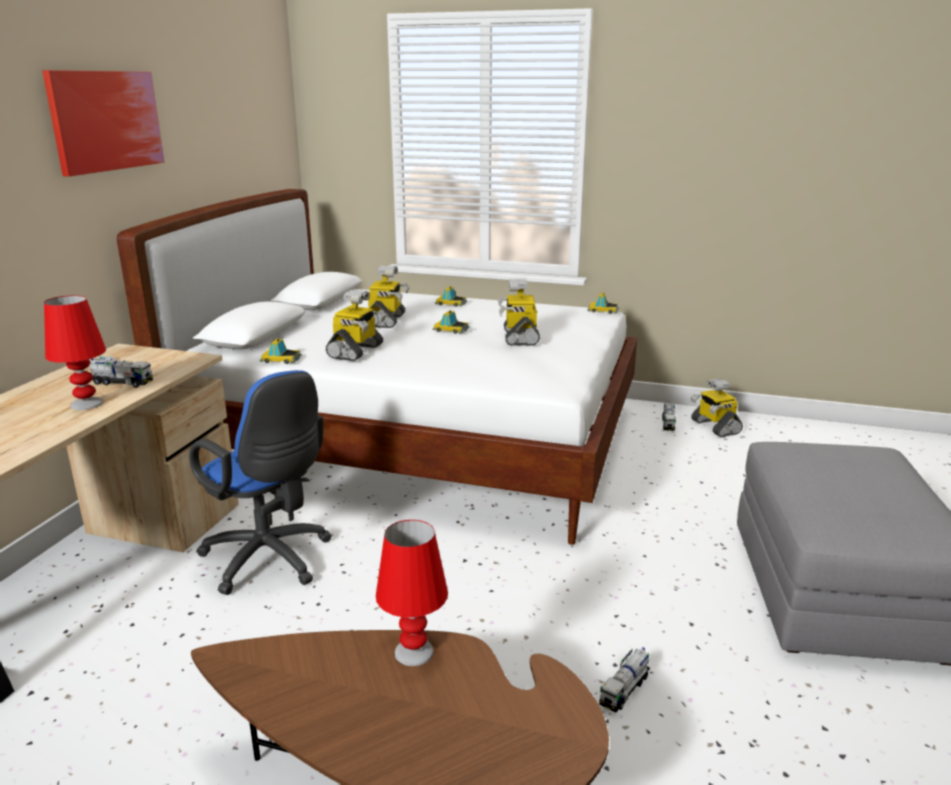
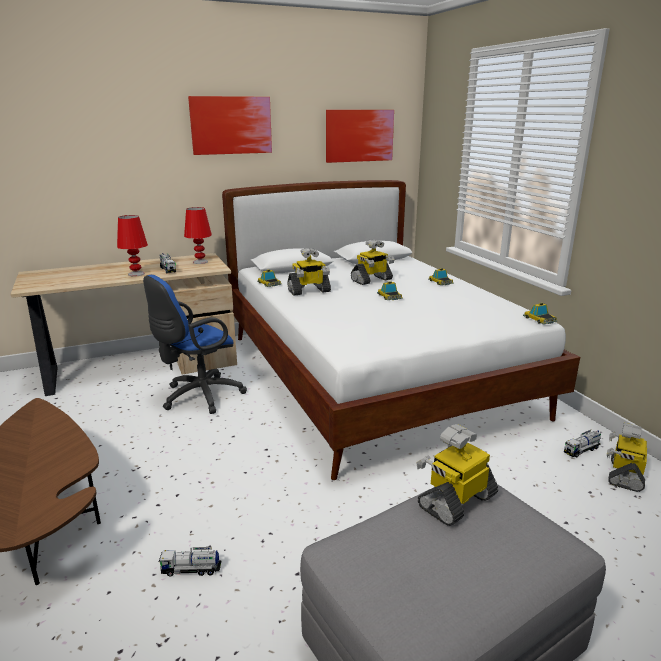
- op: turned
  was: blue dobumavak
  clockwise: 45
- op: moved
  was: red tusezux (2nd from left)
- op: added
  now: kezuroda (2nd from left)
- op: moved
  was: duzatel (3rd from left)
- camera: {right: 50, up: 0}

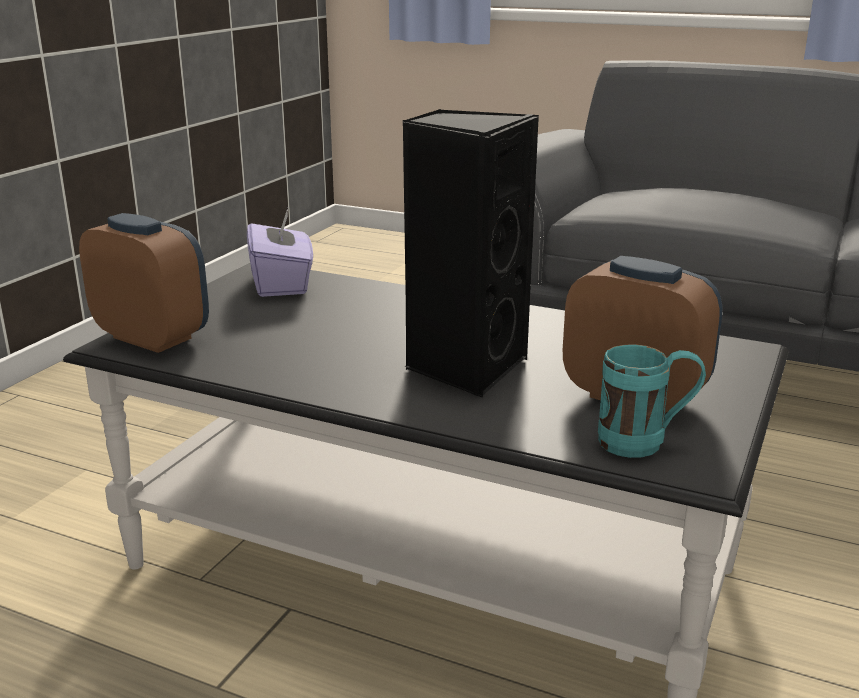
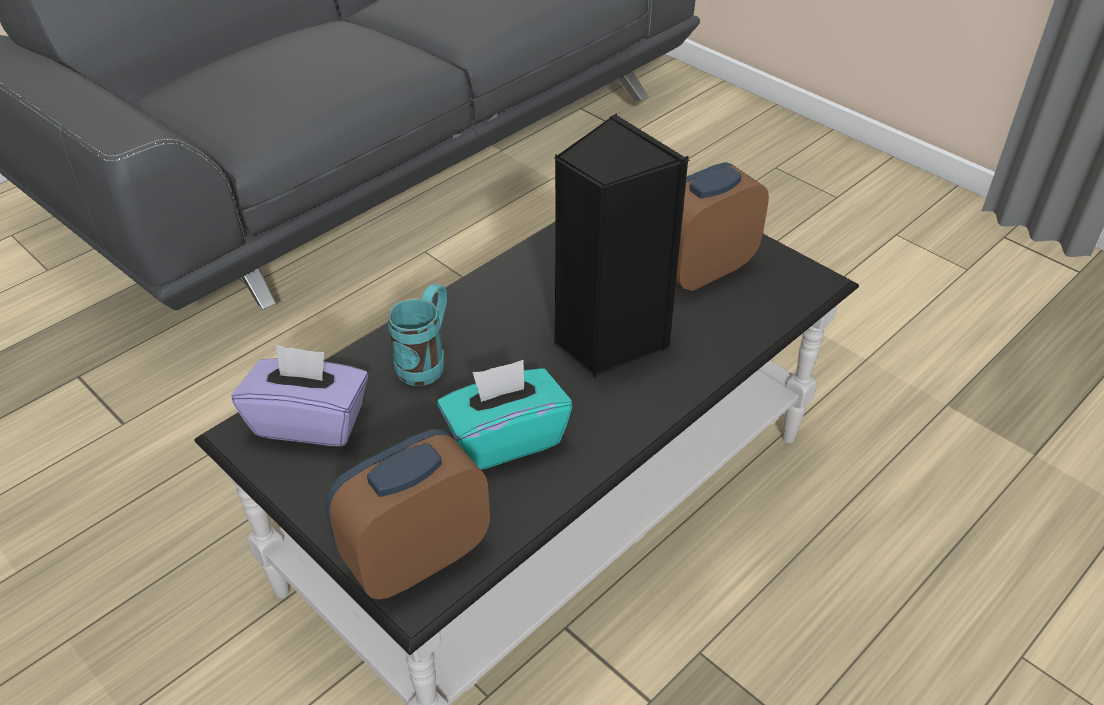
- op: moved
  was: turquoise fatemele
- op: added
  now: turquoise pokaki
- camera: {right: -70, up: 20}

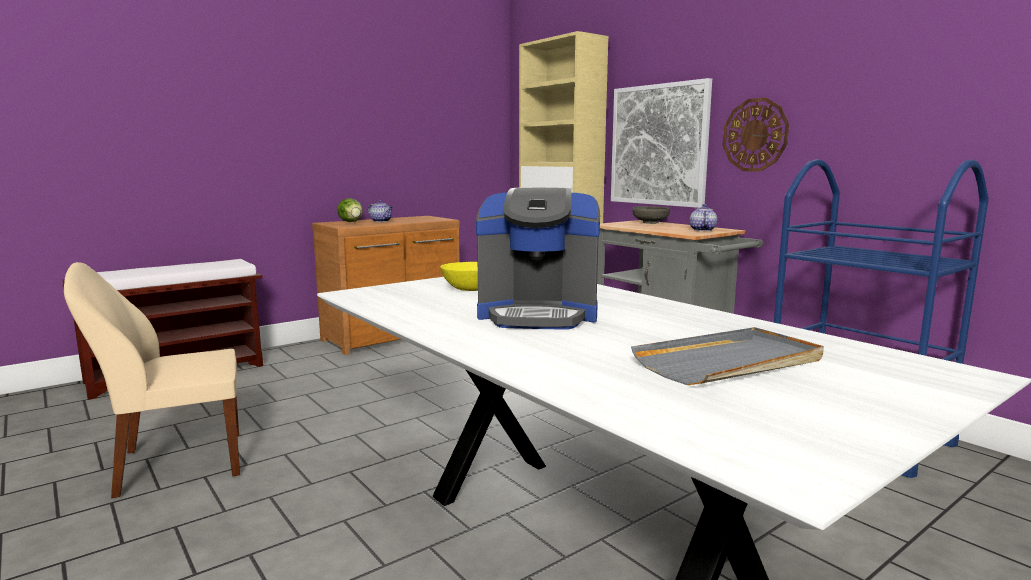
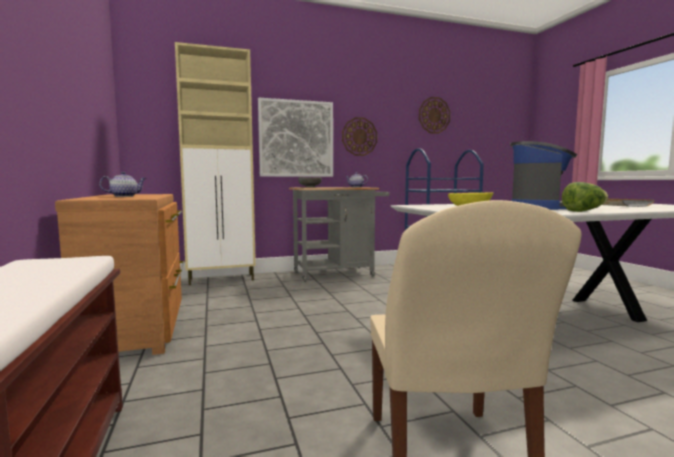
- op: added
  now: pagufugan (2nd from left)
- op: moved
  was: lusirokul
- camera: {right: -70, up: -5}

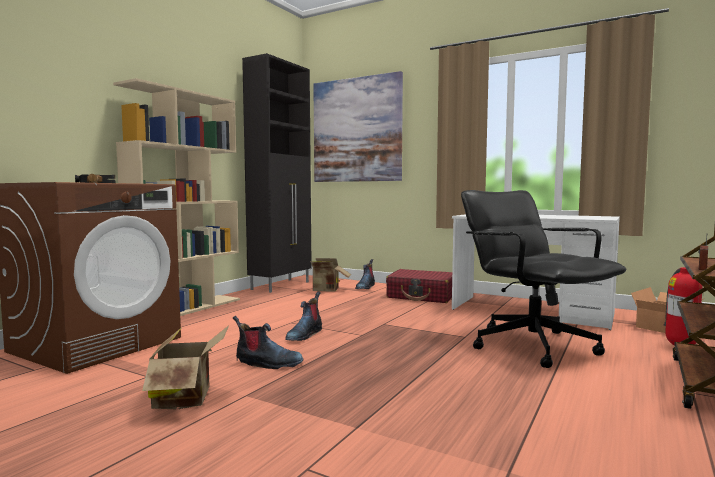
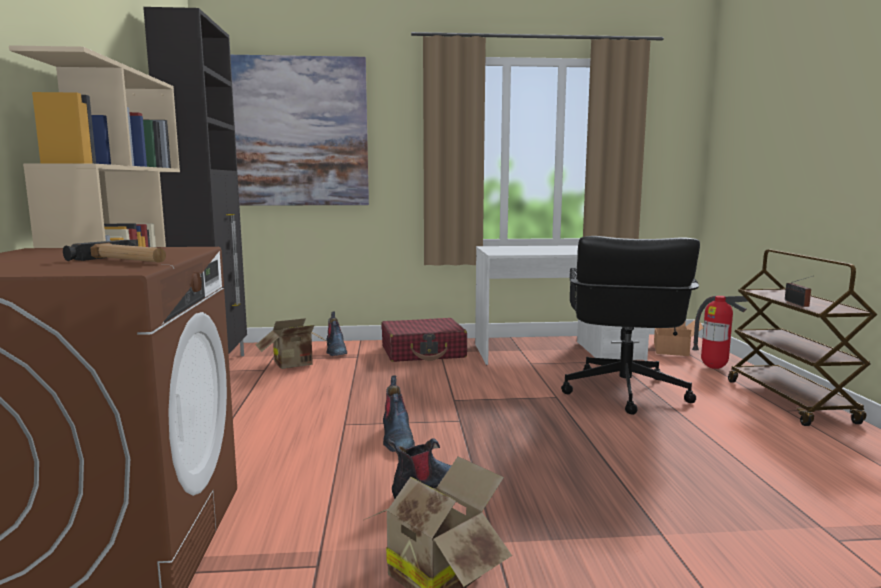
- op: turned
  was: black dobumavak
  clockwise: -105
- camera: {right: -35, up: 5}

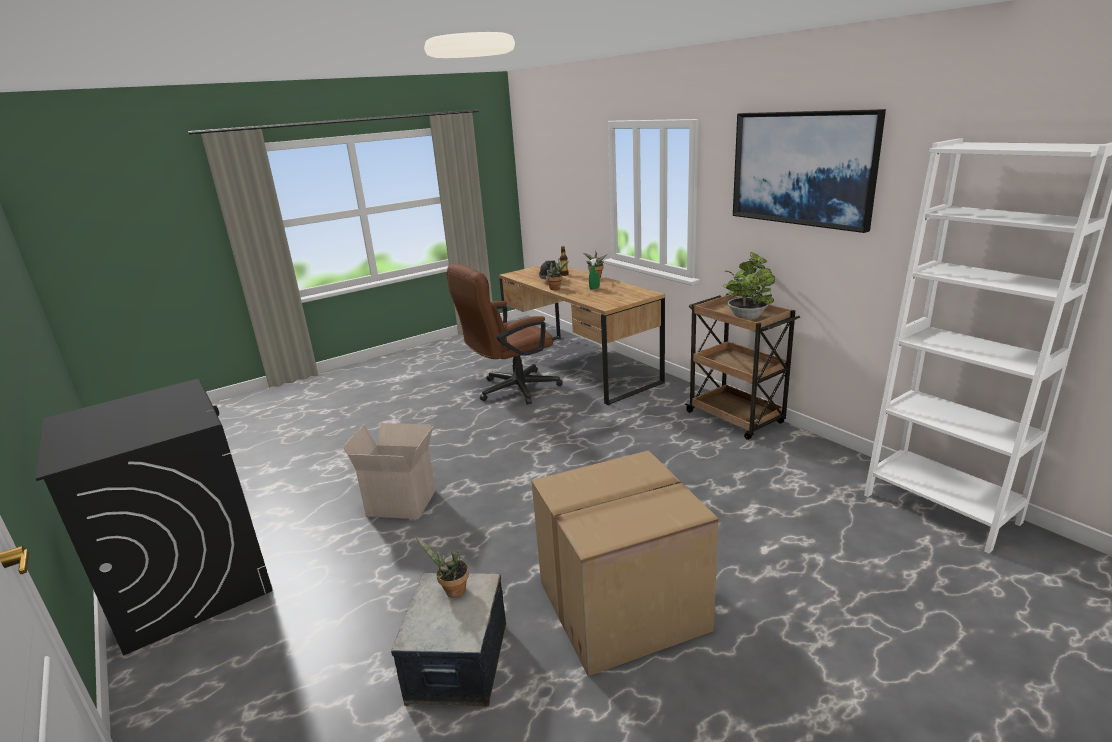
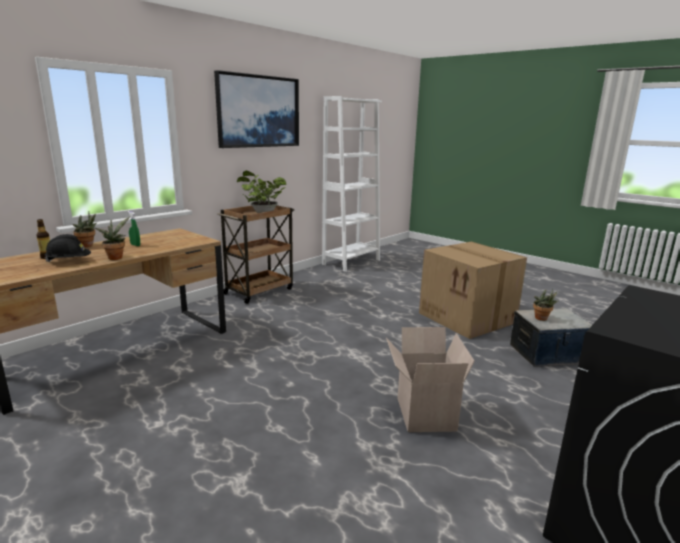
- op: removed
  was: brown dobumavak
- camera: {right: -105, up: -5}

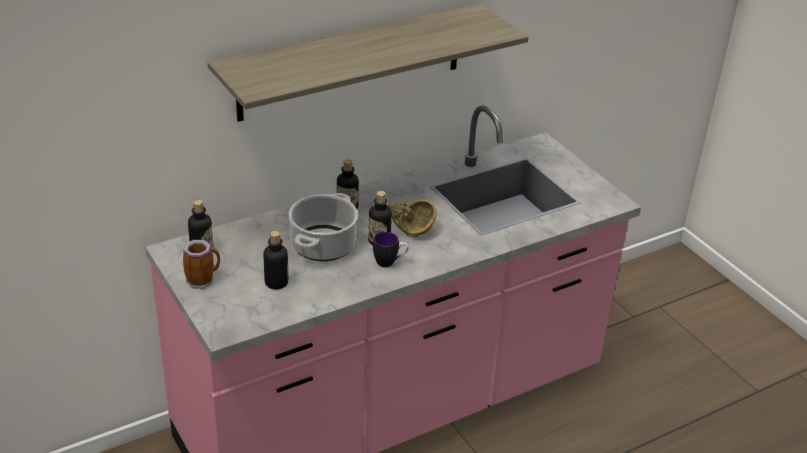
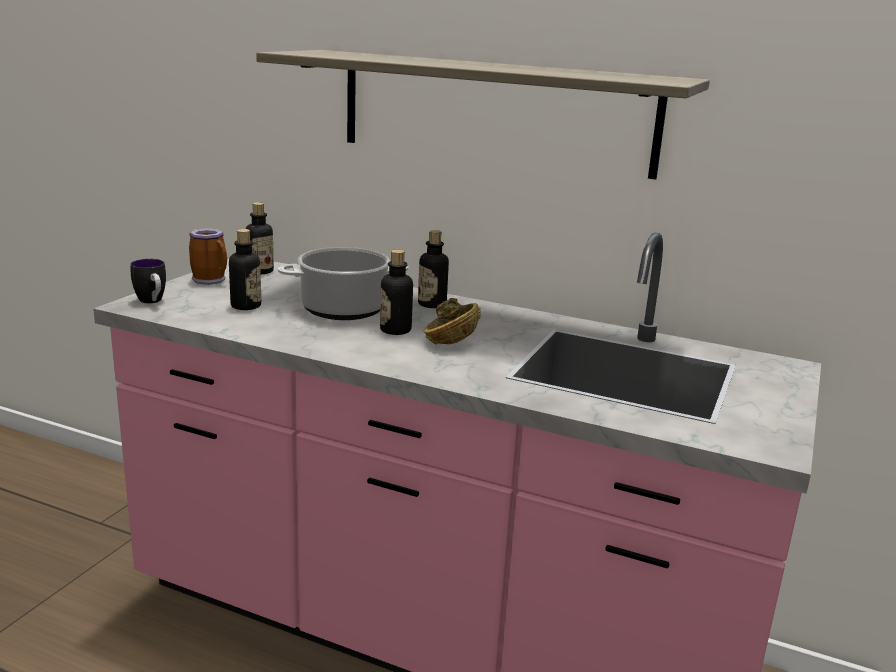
- op: moved
  was: fatemele (2nd from left in the first image)
  now: fatemele (1st from left)
- camera: {right: 55, up: -15}

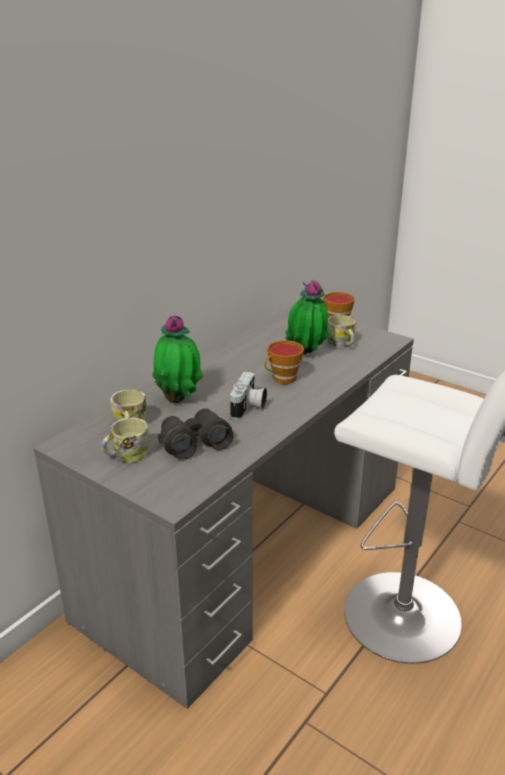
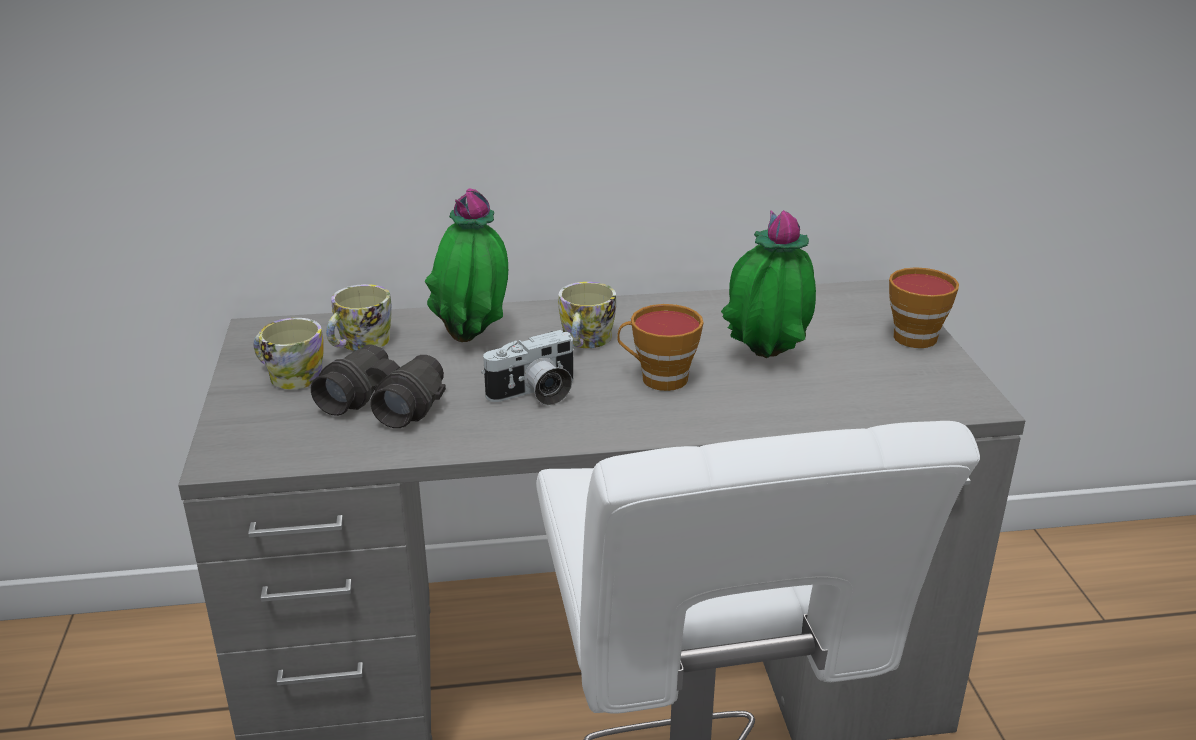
- op: moved
  was: fatemele (3rd from left)
- camera: {right: 45, up: 0}

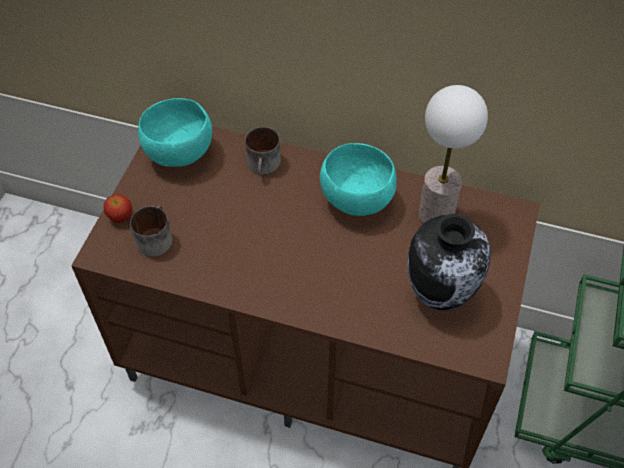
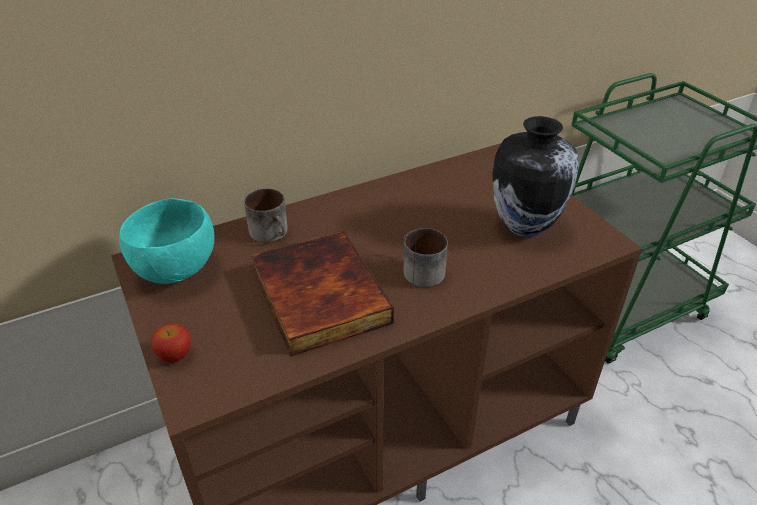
- op: added
  now: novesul
- op: moved
  was: fatemele (1st from left in the first image)
  now: fatemele (2nd from left)
- op: removed
  was: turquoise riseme (2nd from left)
- op: removed
  was: tusezux
- camera: {right: -45, up: -15}

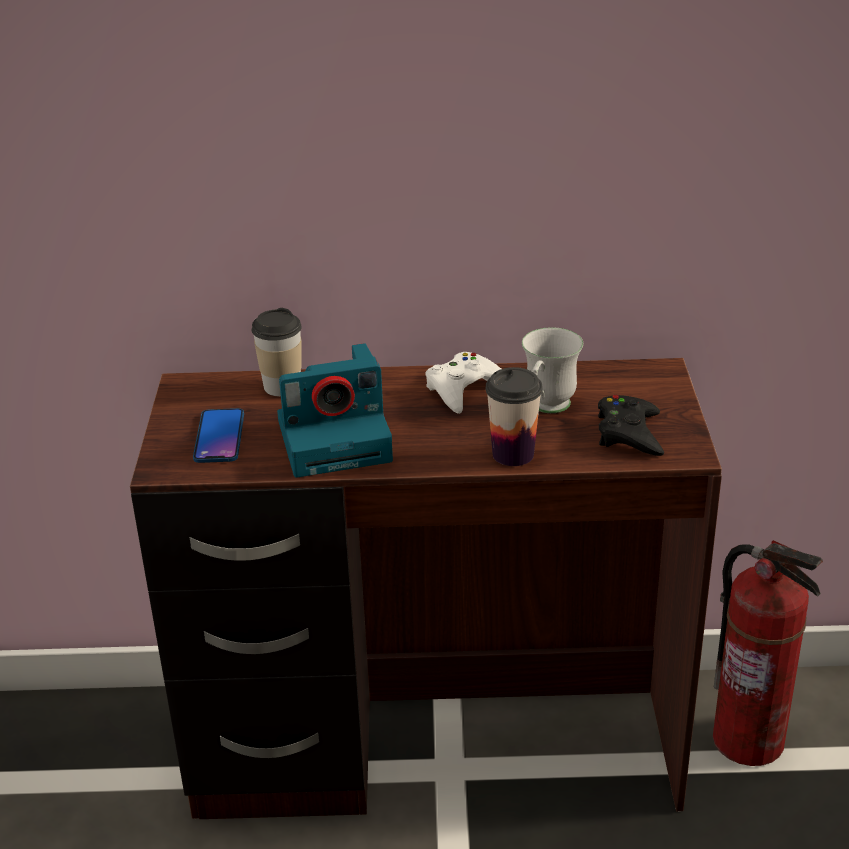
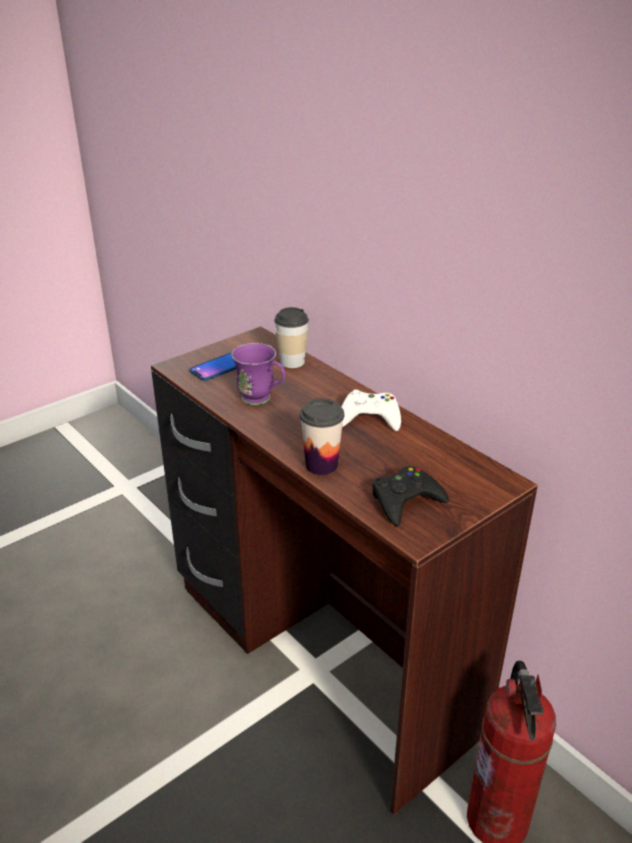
- op: replaced
  was: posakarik
  now: purple fatemele
- op: removed
  was: white fatemele
- camera: {right: 50, up: 0}

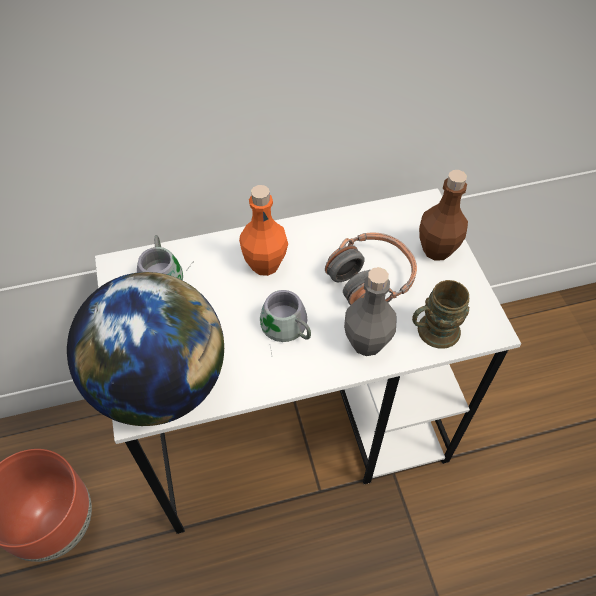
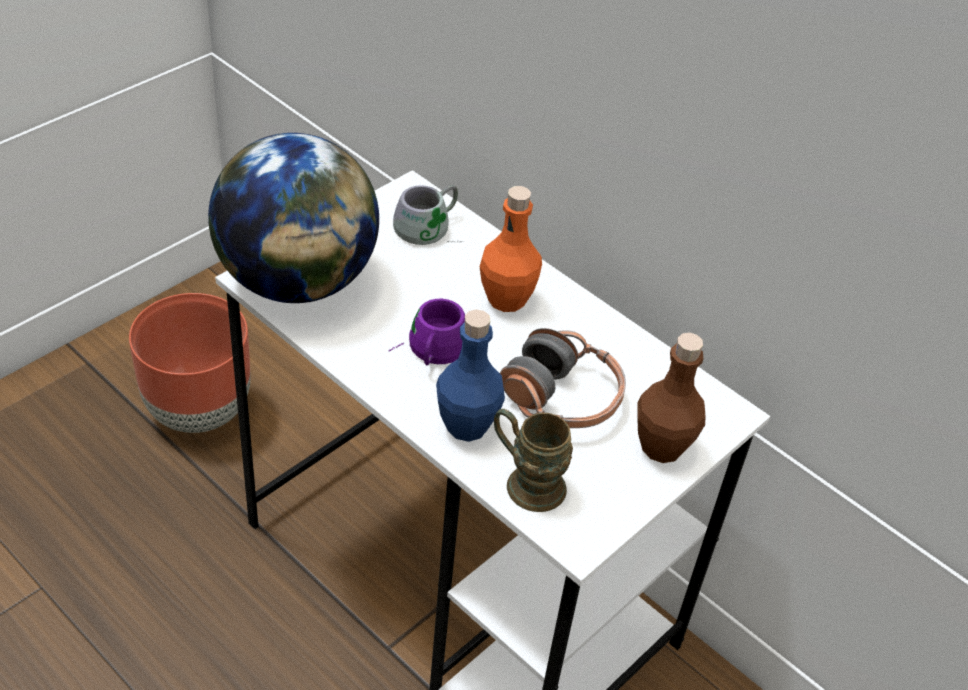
- op: recoloured
  was: grey fatemele (2nd from left)
  now: purple fatemele
- op: recoloured
  was: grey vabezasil
  now: blue vabezasil
- camera: {right: 55, up: -10}

